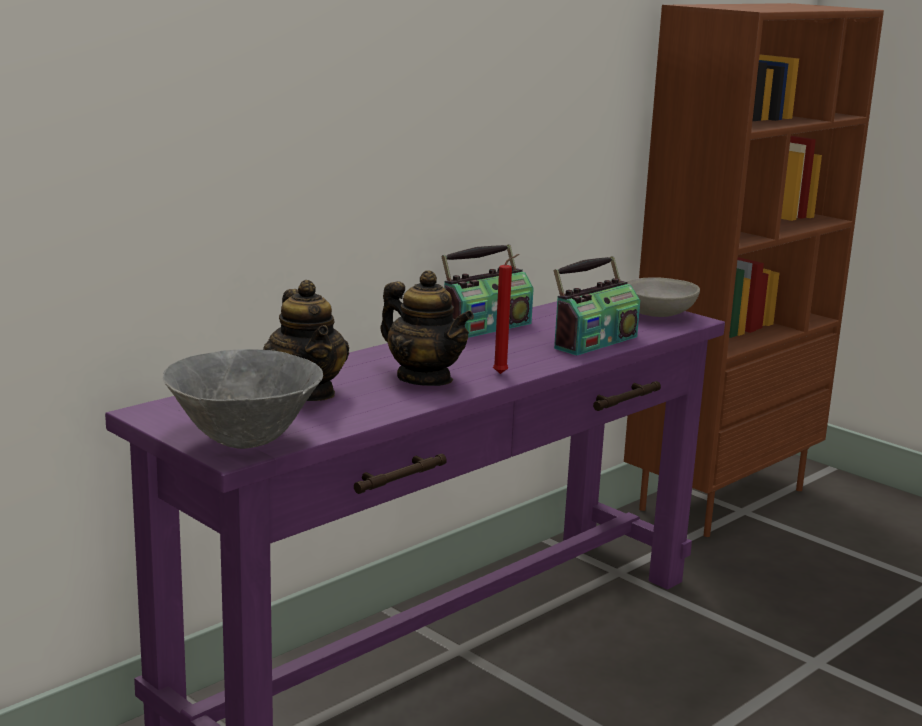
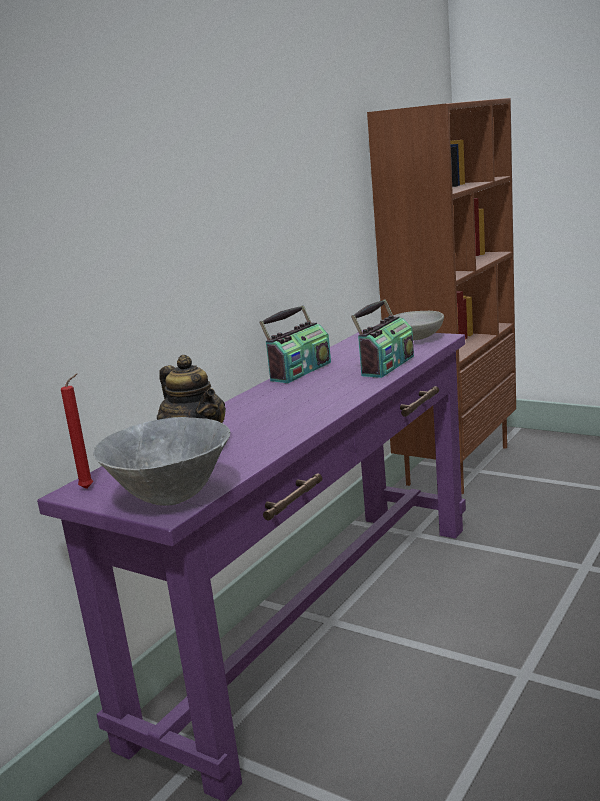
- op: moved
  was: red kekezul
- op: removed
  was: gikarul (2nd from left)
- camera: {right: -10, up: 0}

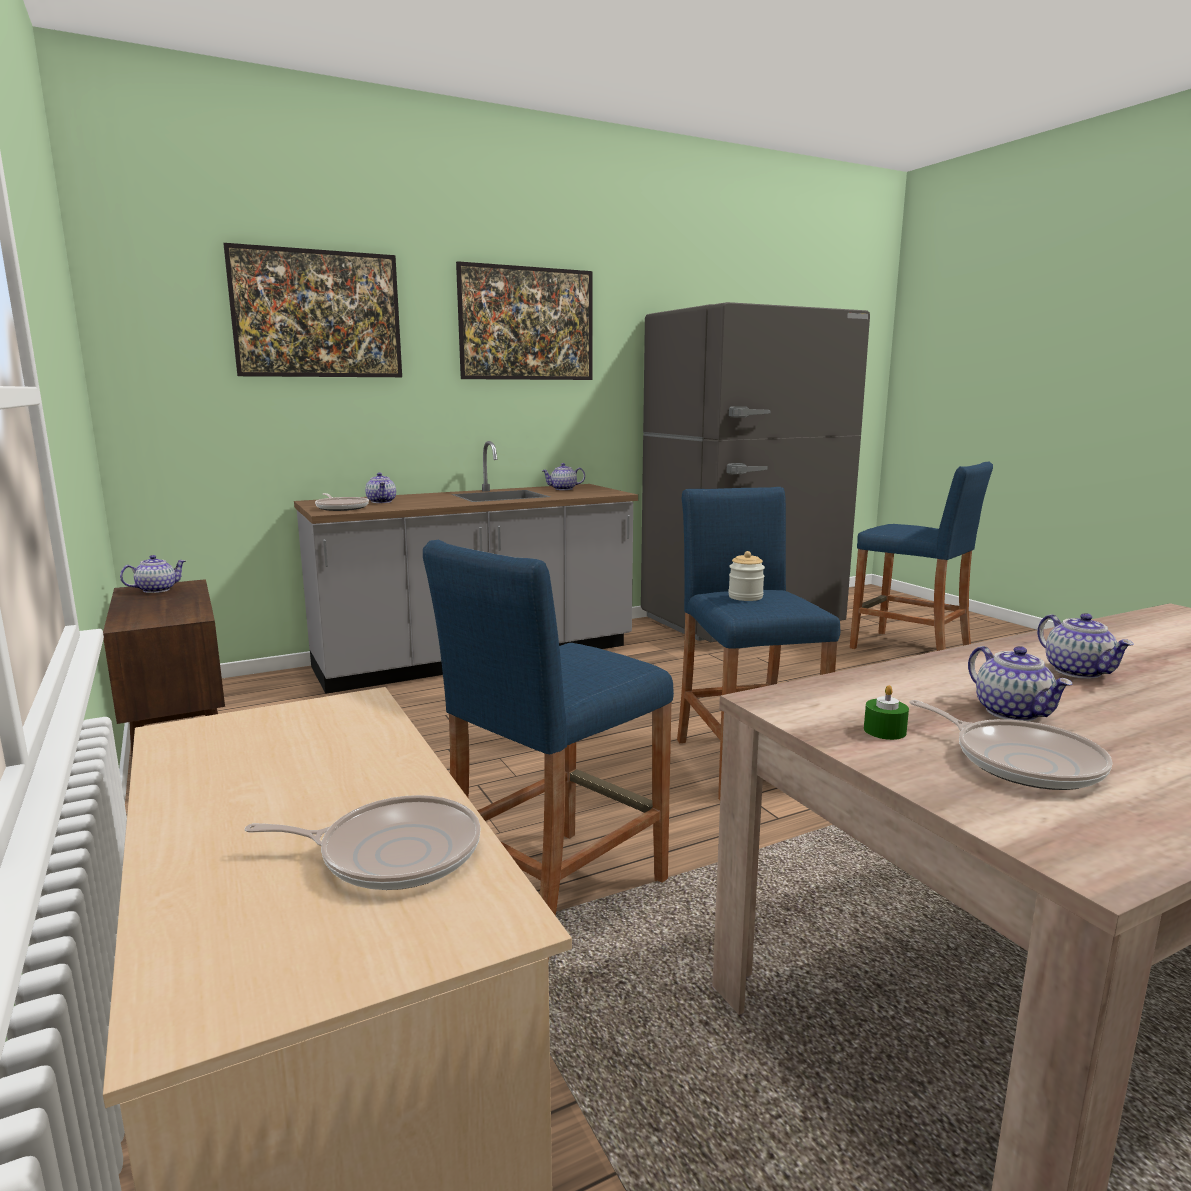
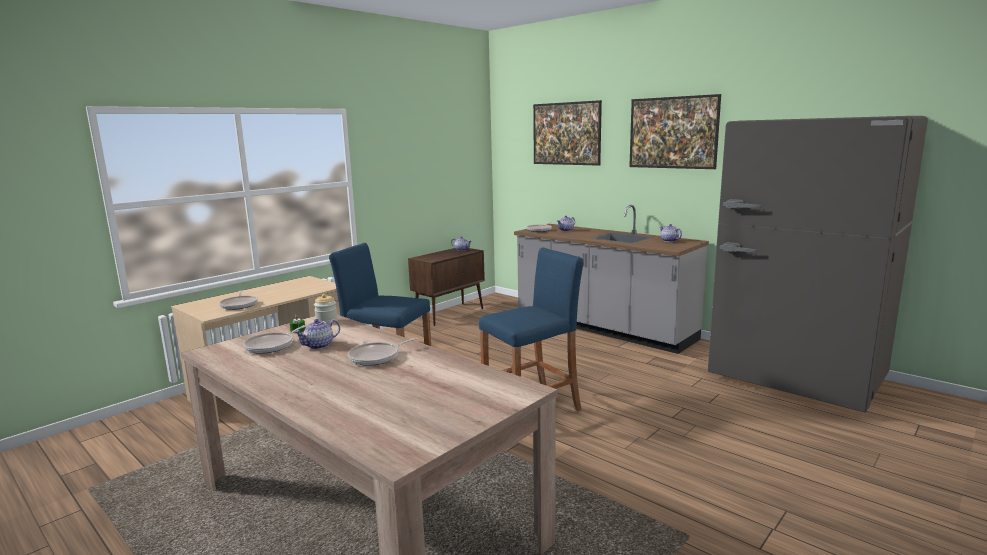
- op: moved
  was: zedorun
- op: replaced
  was: gikarul (5th from left)
  now: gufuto (3rd from left)
- op: removed
  was: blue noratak (3rd from left)
- camera: {right: 70, up: 0}

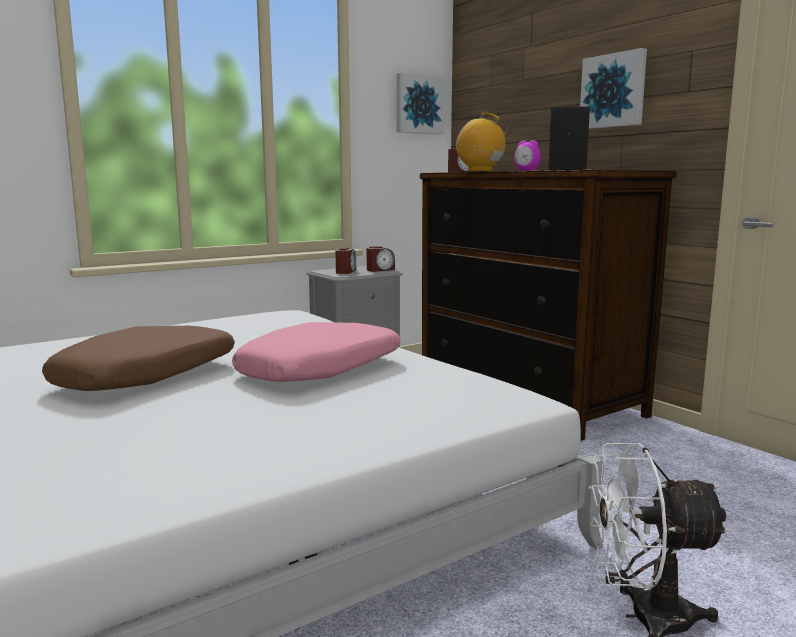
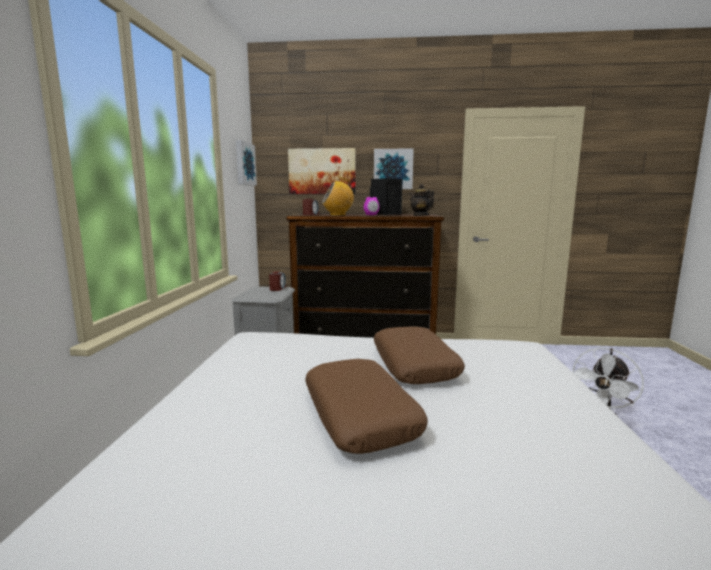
- op: added
  now: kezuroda (2nd from left)
- op: recoloured
  was: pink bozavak
  now: brown bozavak (2nd from left)
- op: added
  now: gikarul
- op: removed
  was: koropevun (1st from left)
- camera: {right: -50, up: 0}

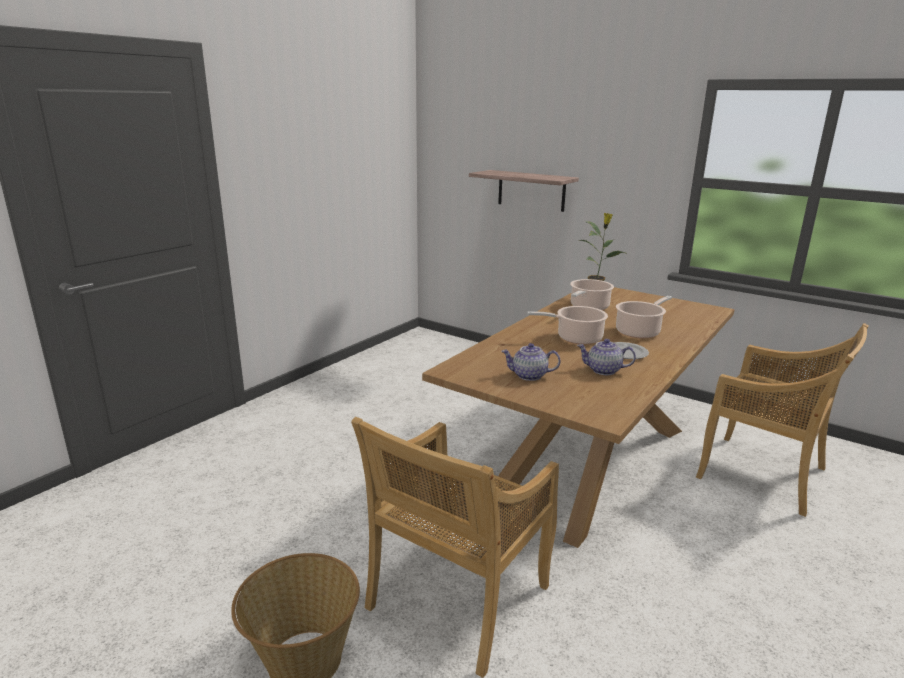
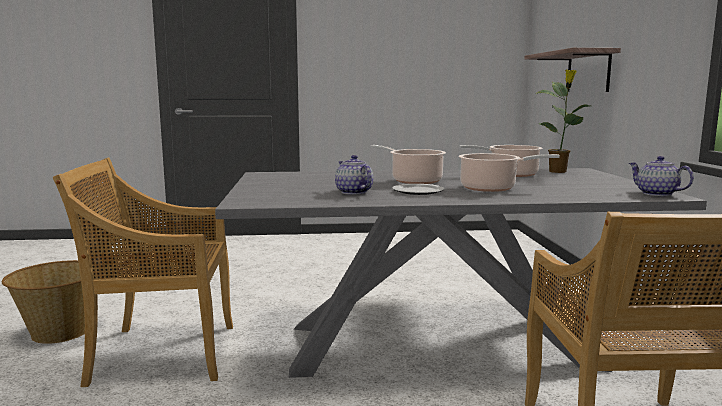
- op: recoloured
  was: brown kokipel
  now: grey kokipel
- op: moved
  was: gikarul (1st from left in the first image)
  now: gikarul (2nd from left)
- camera: {right: 50, up: -10}

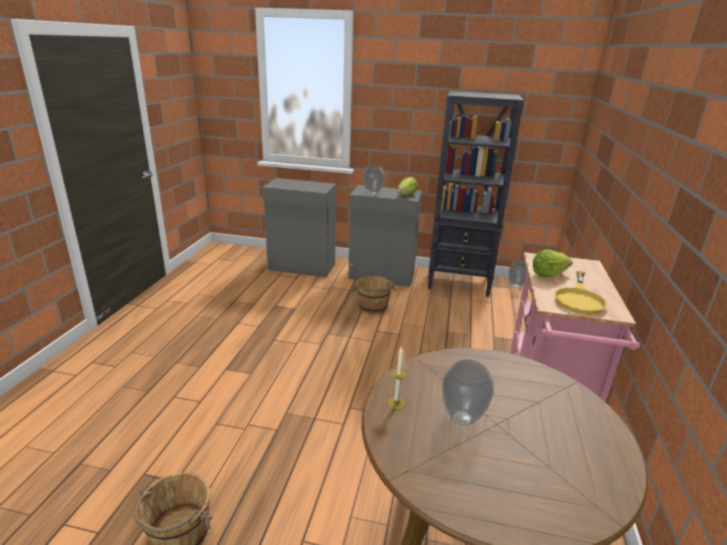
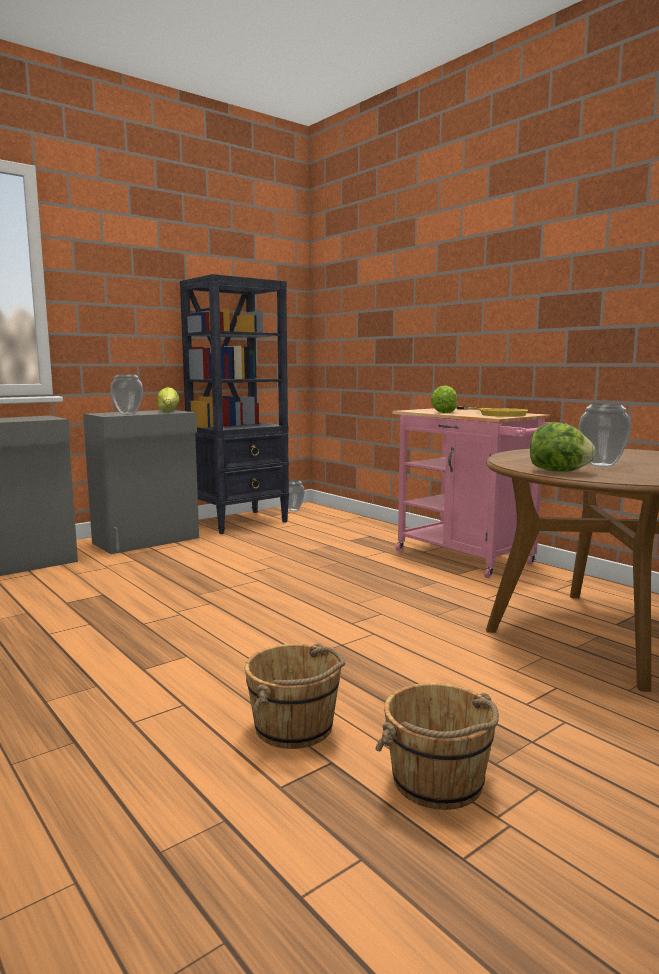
- op: moved
  was: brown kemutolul (2nd from left in the first image)
  now: brown kemutolul (1st from left)
- op: replaced
  was: kekezul
  now: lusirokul (3rd from left)
- camera: {right: -50, up: -15}

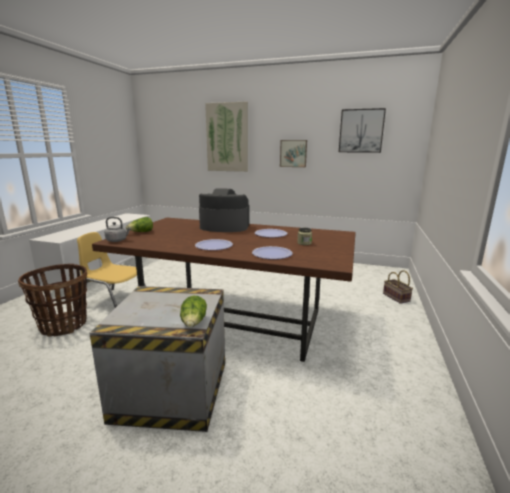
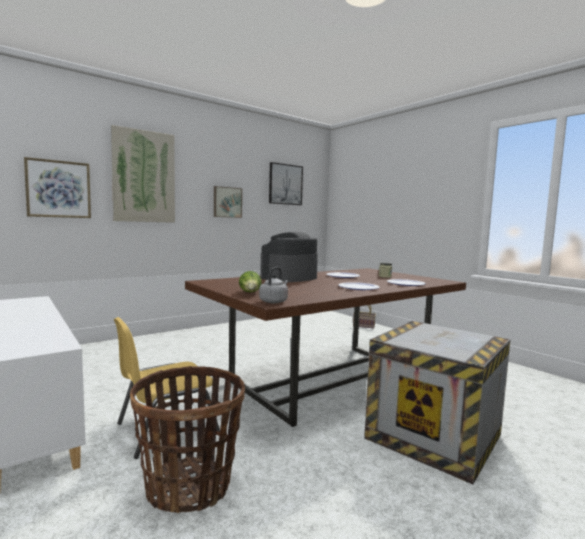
- op: added
  now: kezuroda (1st from left)
- op: removed
  was: lusirokul (2nd from left)
- camera: {right: -55, up: -10}

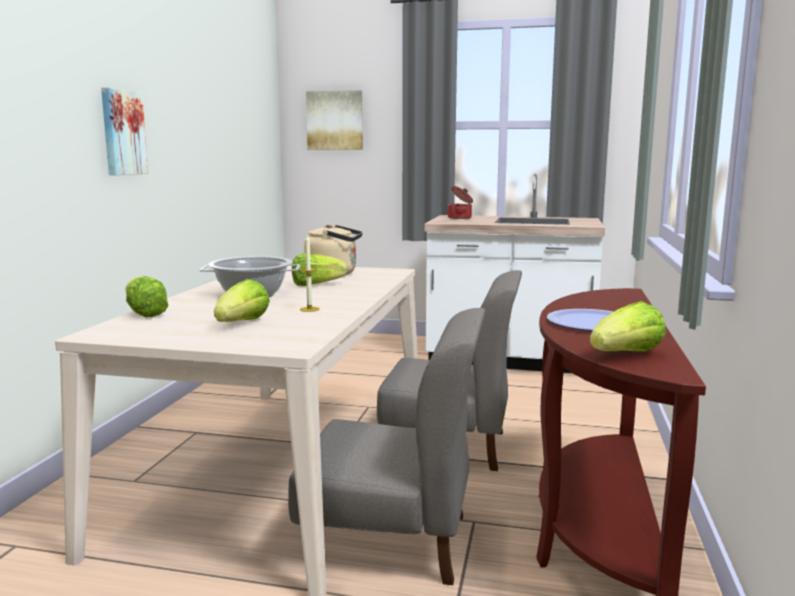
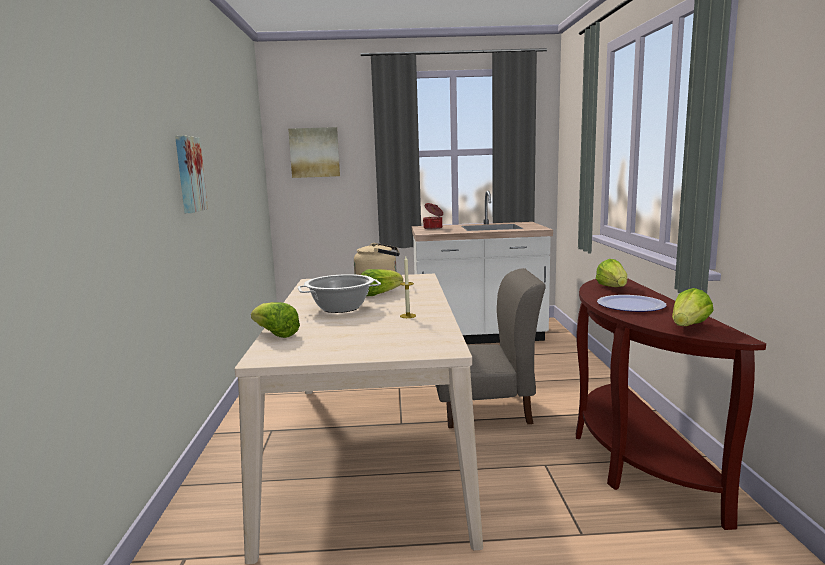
- op: moved
  was: lusirokul (2nd from left in the first image)
  now: lusirokul (3rd from left)
- op: removed
  was: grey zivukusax (1st from left)
- camera: {right: -15, up: 0}

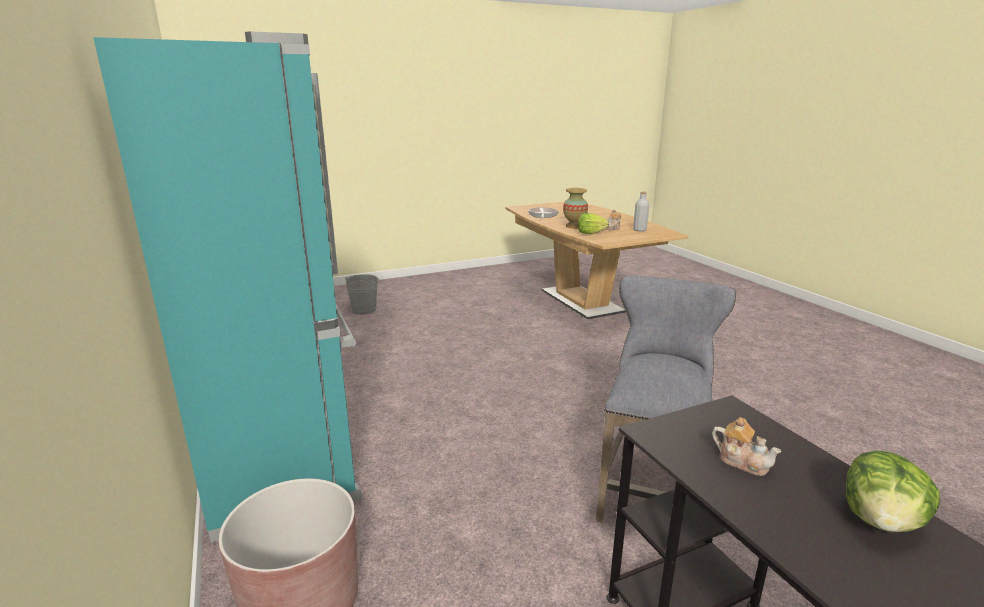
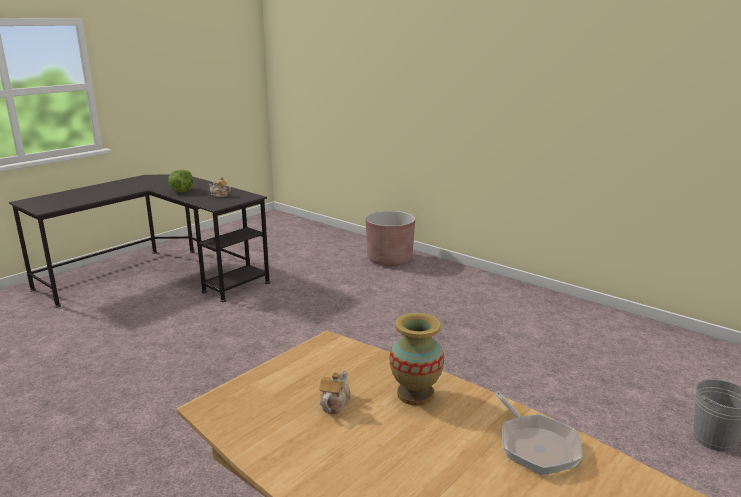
- op: removed
  was: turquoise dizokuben
- op: removed
  was: lusirokul (1st from left)
- op: removed
  was: grey noratak
- op: removed
  was: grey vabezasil
- camera: {right: 155, up: 0}

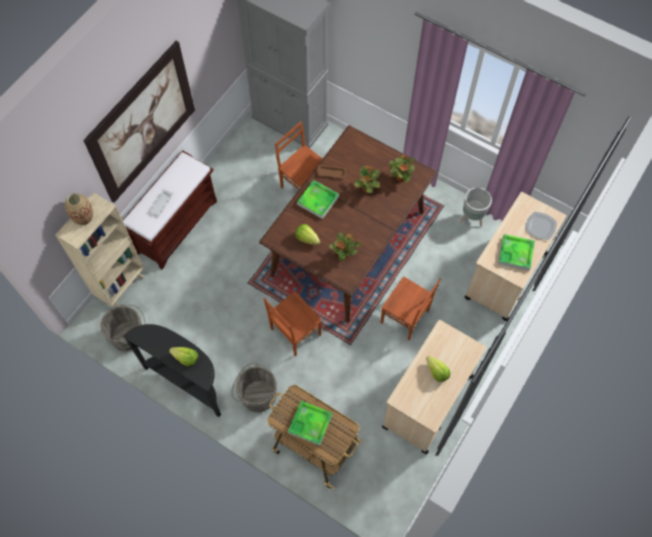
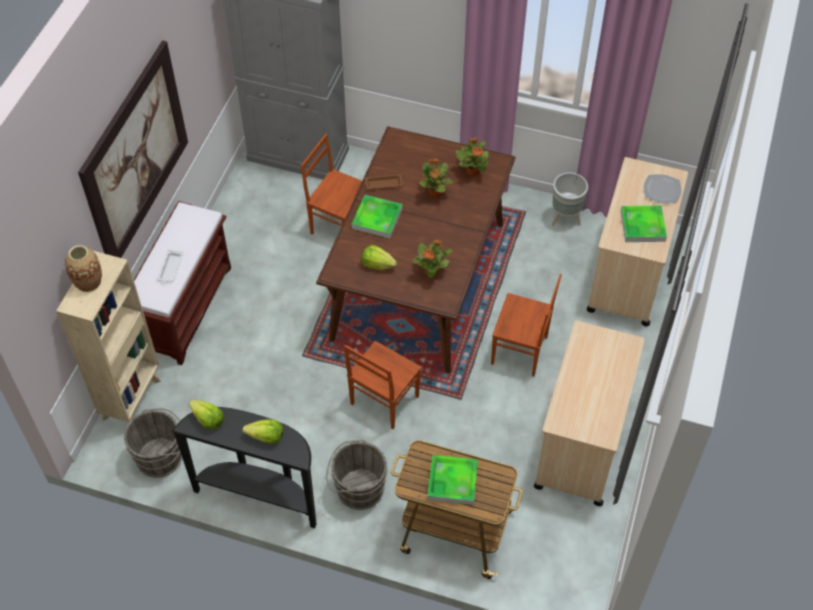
- op: moved
  was: lusirokul (3rd from left in the first image)
  now: lusirokul (1st from left)
- camera: {right: -15, up: -10}

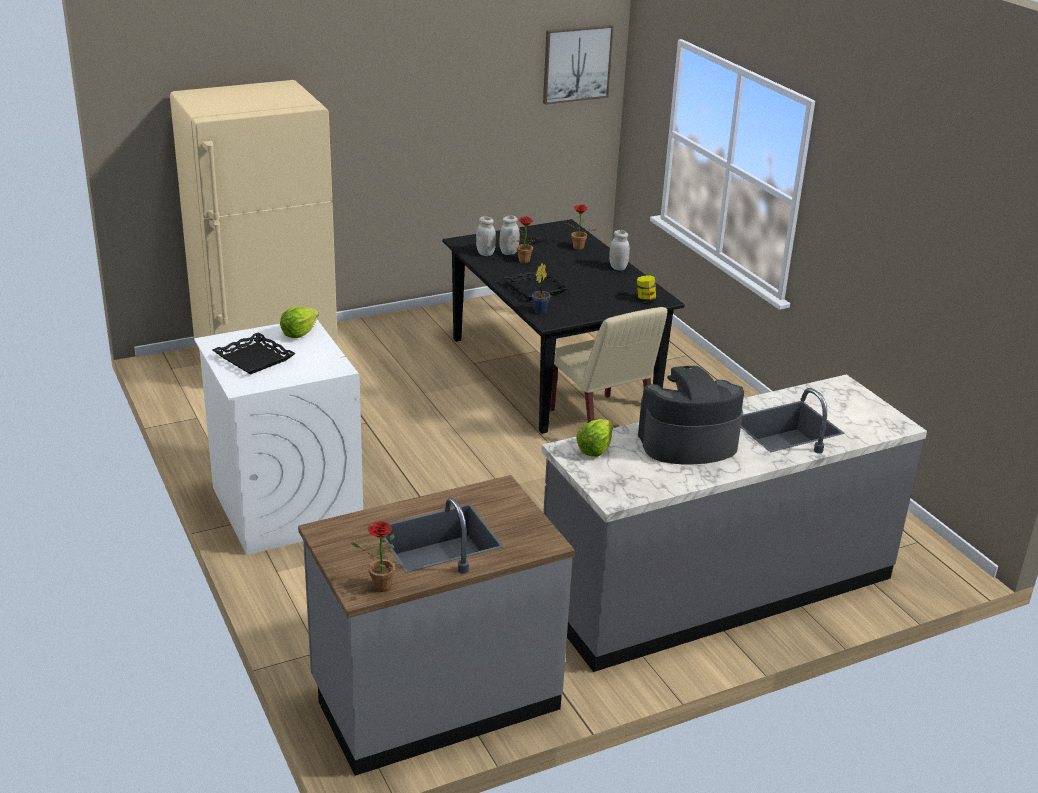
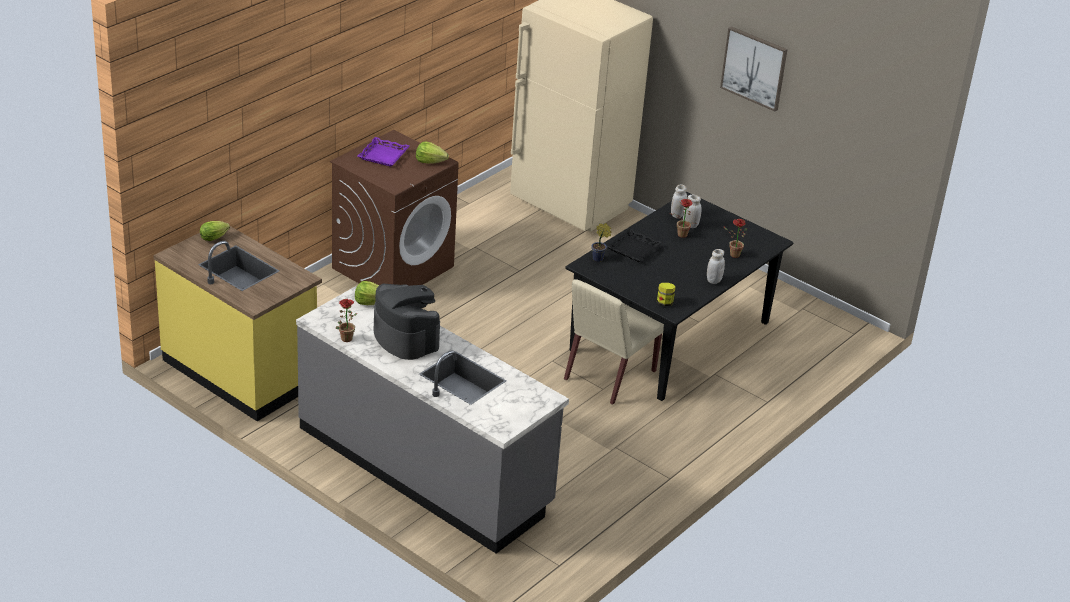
- op: recoloured
  was: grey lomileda (1st from left)
  now: yellow lomileda
- op: added
  now: lusirokul (1st from left)
- op: recoloured
  was: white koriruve
  now: brown koriruve
- op: moved
  was: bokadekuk (1st from left)
- op: recoloured
  was: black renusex (1st from left)
  now: purple renusex
- op: moved
  was: kezuroda
- camera: {right: 65, up: 5}

